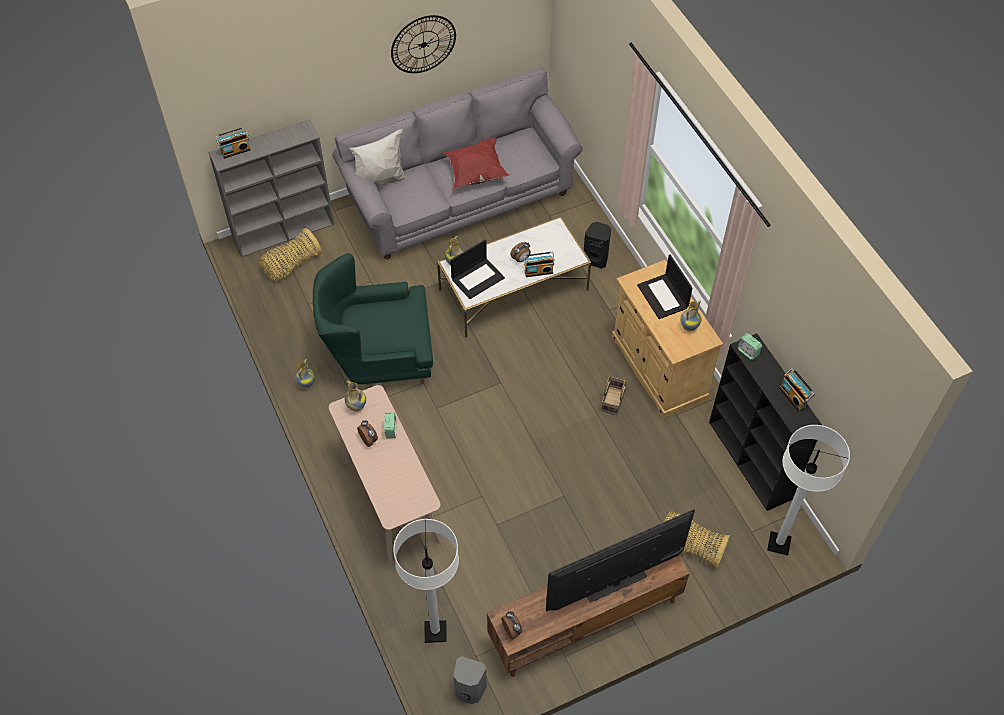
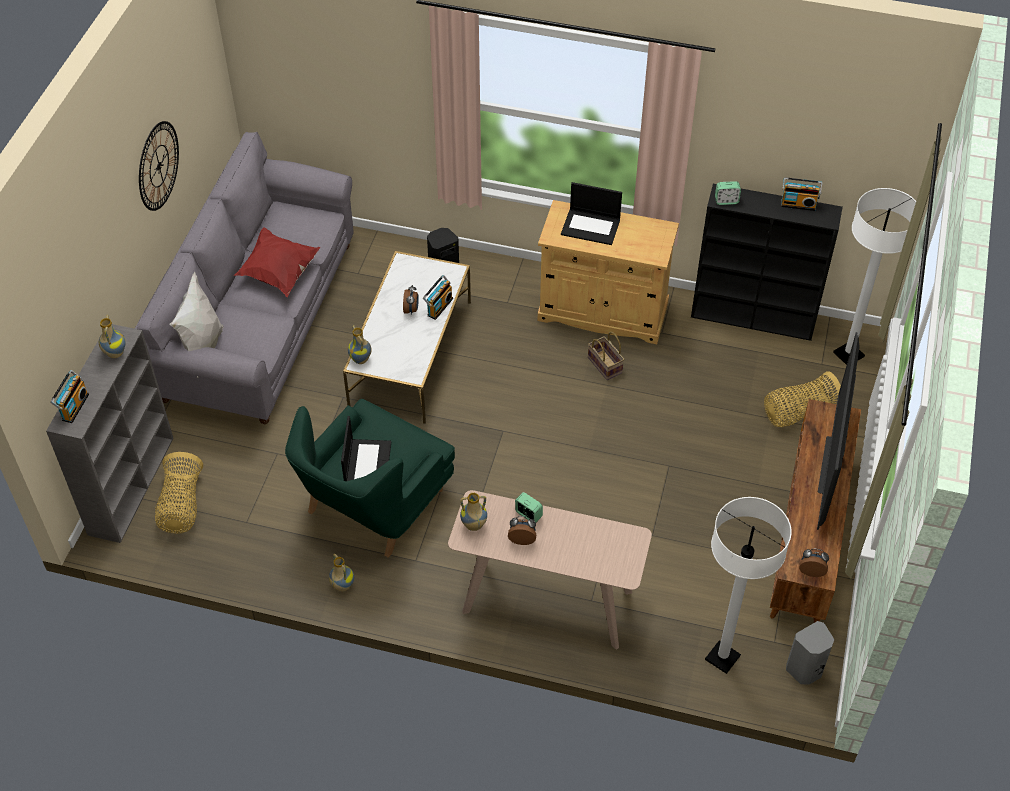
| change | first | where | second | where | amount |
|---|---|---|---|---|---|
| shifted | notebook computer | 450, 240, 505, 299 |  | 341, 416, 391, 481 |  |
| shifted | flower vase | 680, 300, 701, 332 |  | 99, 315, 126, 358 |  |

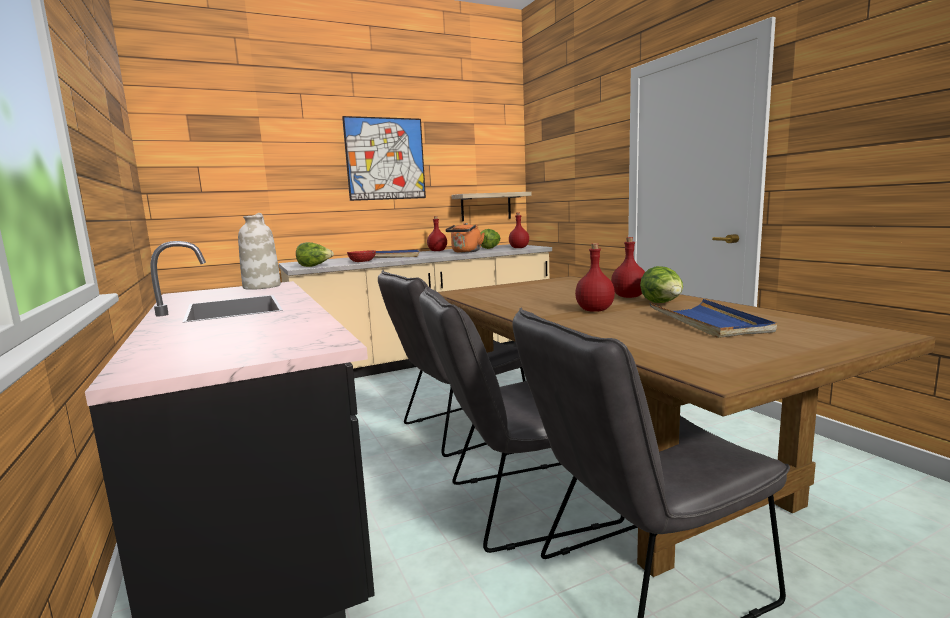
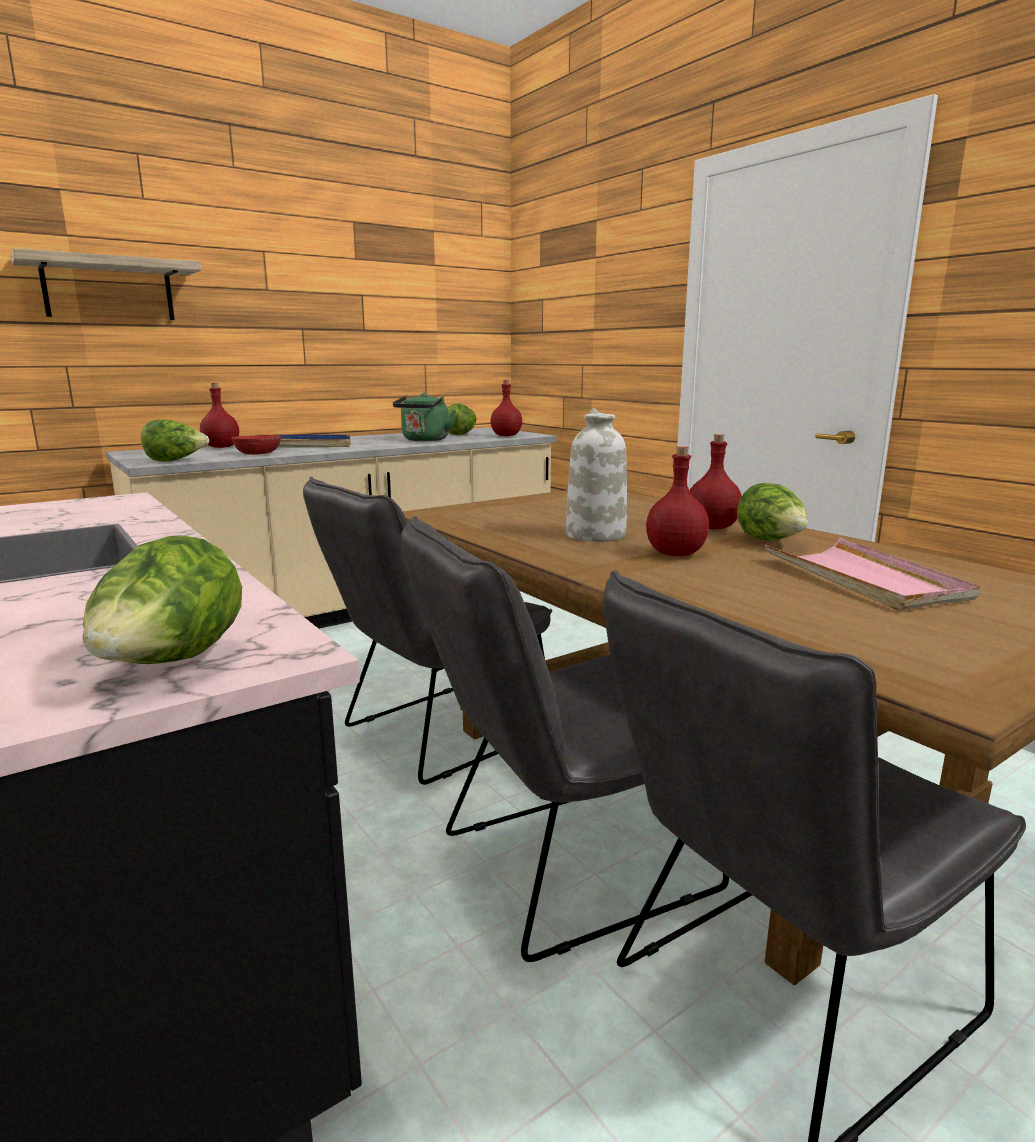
| change | first | where | second | where | amount |
|---|---|---|---|---|---|
| shifted | white-coloured flower vase | 238, 213, 281, 290 |  | 566, 408, 627, 542 |  |
| gone | wall art | 342, 116, 426, 201 |  |  |  |
| shifted | red-coloured drink bottle | 427, 216, 447, 251 |  | 200, 383, 239, 448 |  |
| repainted | orangey tea kettle | 445, 223, 485, 253 | green-coloured tea kettle | 393, 393, 456, 441 |  |
| shifted | shelf | 452, 192, 531, 221 |  | 11, 248, 202, 320 |  |
| repainted | blue carrying tray | 650, 299, 777, 338 | pink carrying tray | 765, 538, 980, 611 |  |
| new |  |  | lettuce head | 83, 536, 242, 664 |  |

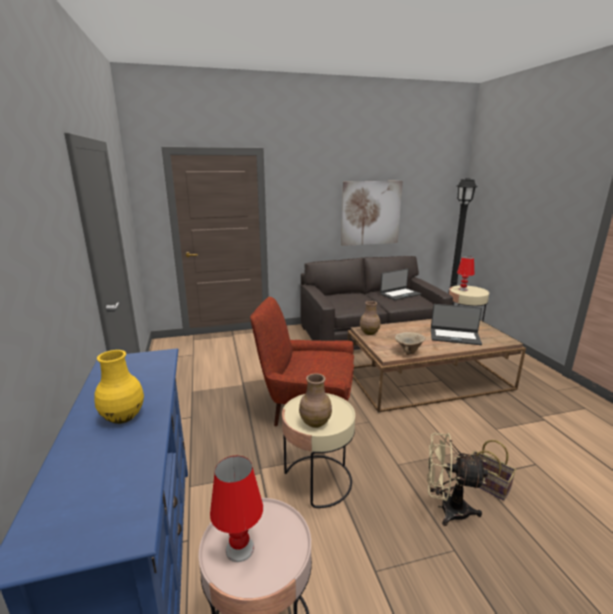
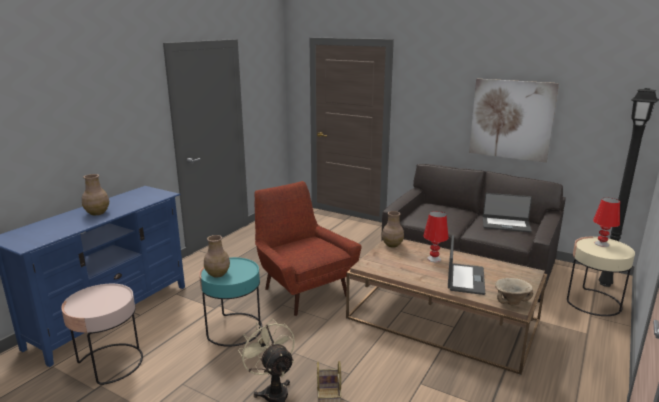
| change | first | where | second | where | amount |
|---|---|---|---|---|---|
| repainted | yellowish flower vase | 94, 350, 144, 424 | brown flower vase | 82, 174, 109, 215 |  |
| shifted | red-coloured table lamp | 210, 456, 263, 562 |  | 424, 211, 449, 262 |  |
| repainted | beige accent table | 282, 393, 355, 508 | blue-green accent table | 199, 257, 262, 347 |  |
| shifted | beige deep dish | 395, 332, 425, 355 |  | 495, 278, 533, 306 |  |
| rotated | notebook computer | 431, 304, 482, 345 |  | 448, 235, 485, 295 | 135 degrees counterclockwise |

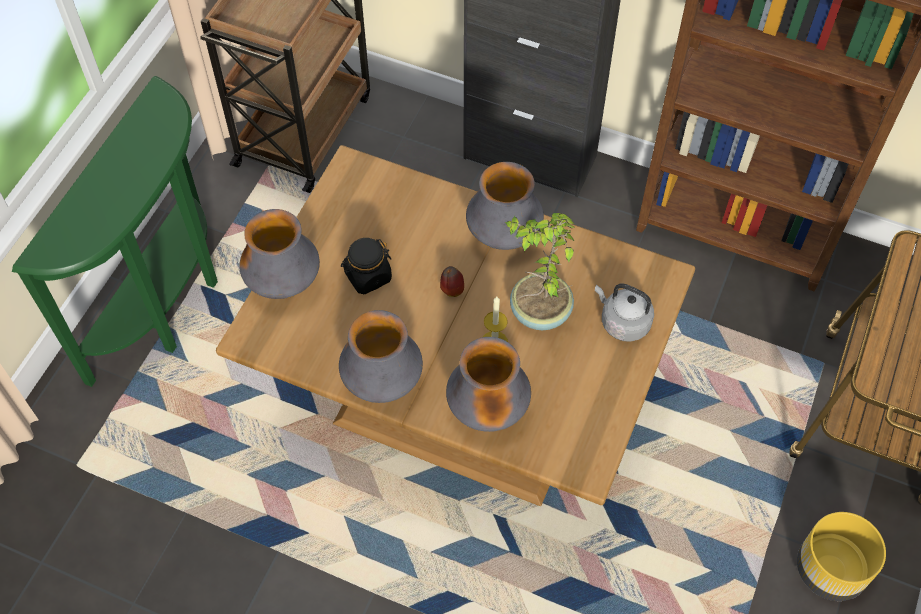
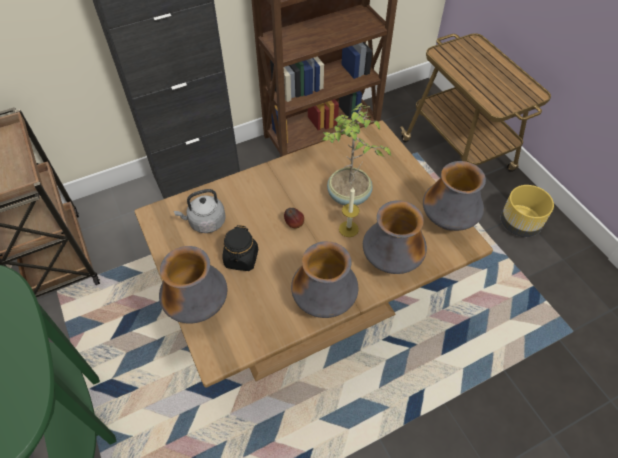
| change | first | where | second | where | amount |
|---|---|---|---|---|---|
| shifted | flower vase | 466, 162, 544, 250 |  | 423, 161, 486, 231 |  |
| shifted | gray tea kettle | 595, 284, 654, 342 |  | 174, 189, 226, 233 |  |

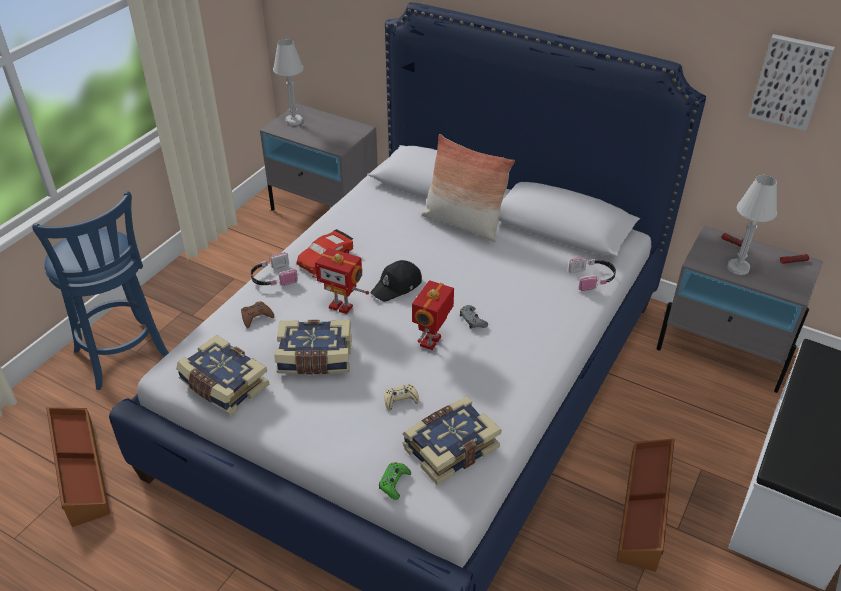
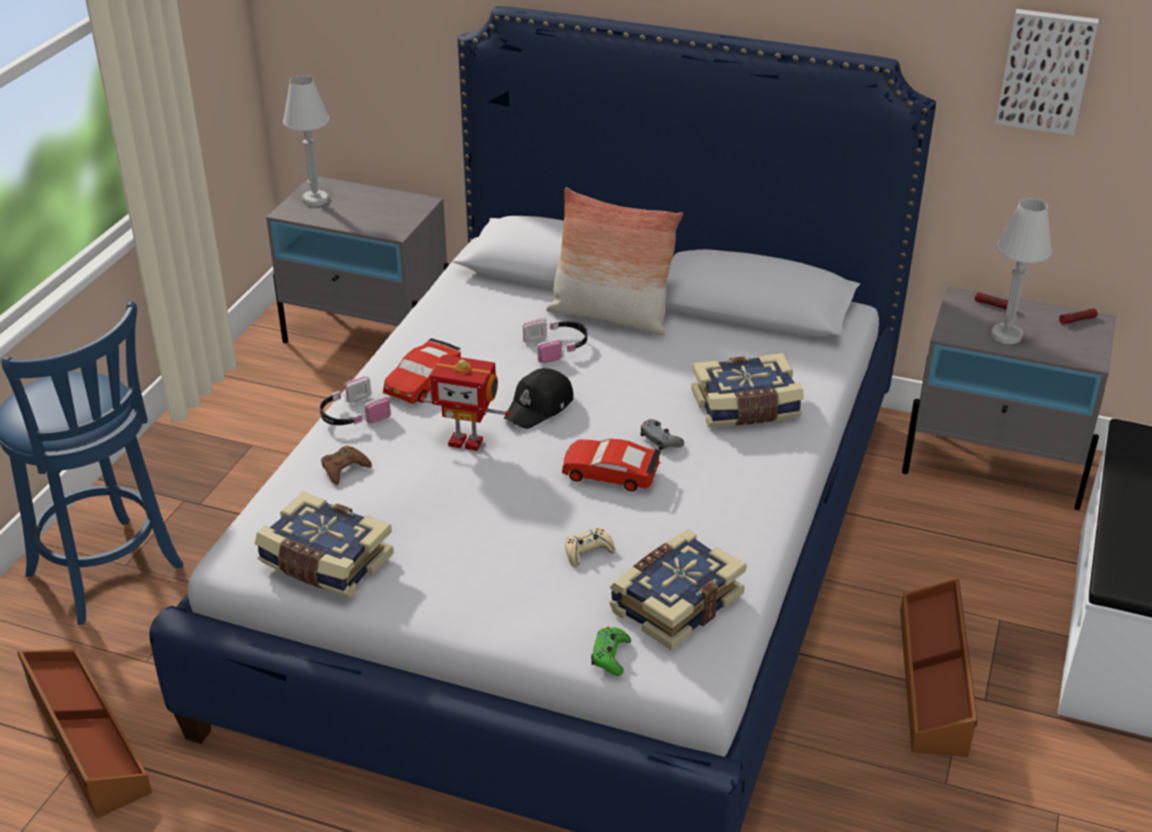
| change | first | where | second | where | amount |
|---|---|---|---|---|---|
| shifted | bound book | 274, 320, 352, 374 |  | 691, 353, 804, 428 |  |
| swapped | model robot | 412, 280, 454, 350 | red-coloured toy car | 562, 439, 661, 491 |  |
| shifted | headset | 568, 257, 616, 291 |  | 523, 318, 587, 363 |  |

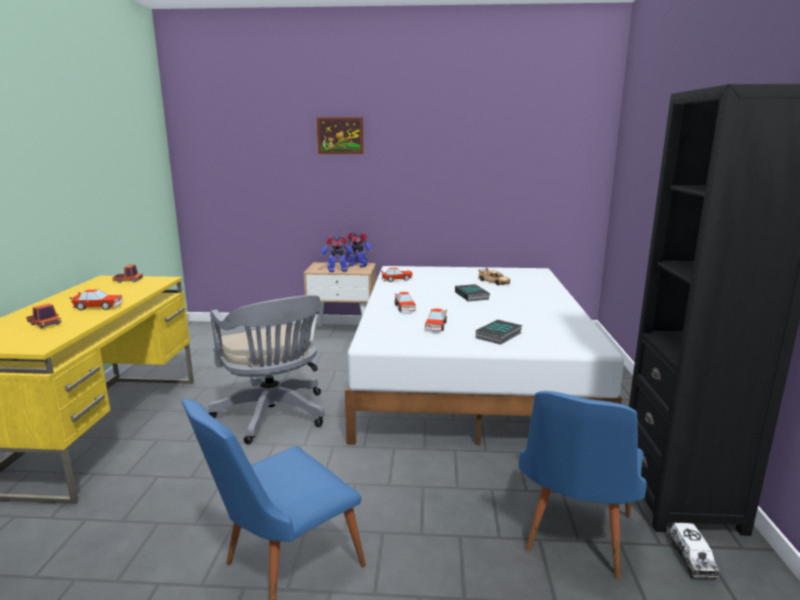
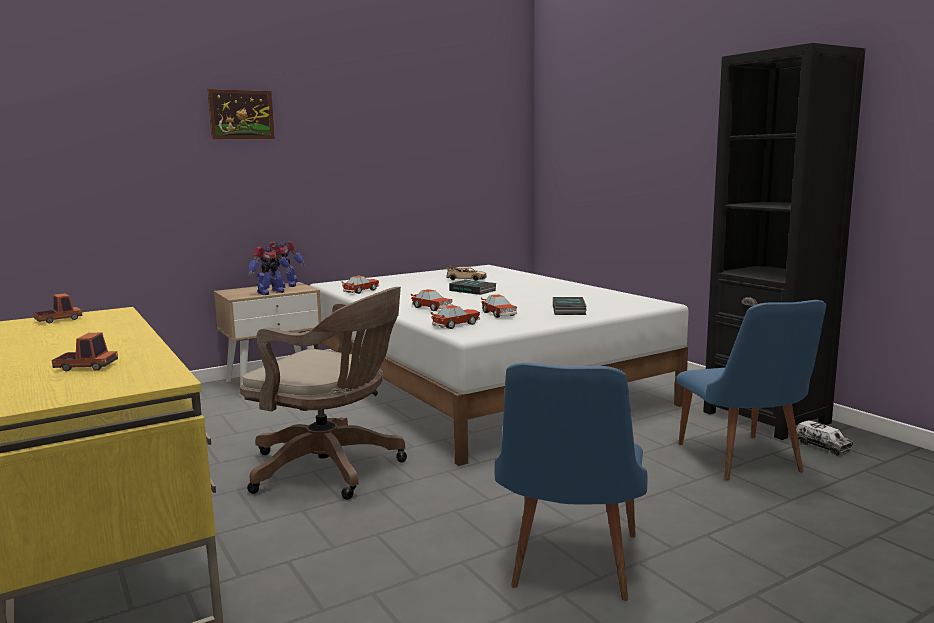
| change | first | where | second | where | amount |
|---|---|---|---|---|---|
| shifted | toy car | 69, 289, 123, 310 |  | 430, 305, 480, 329 |  |
| repainted | gray desk chair | 208, 295, 325, 444 | brown desk chair | 240, 287, 407, 500 |  |

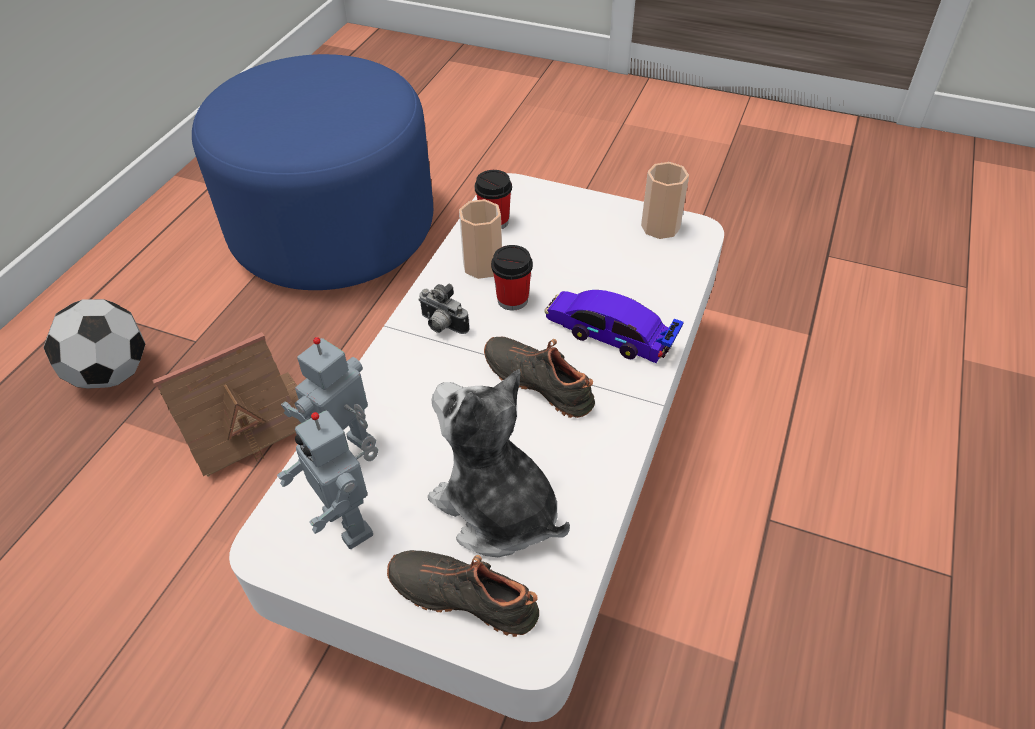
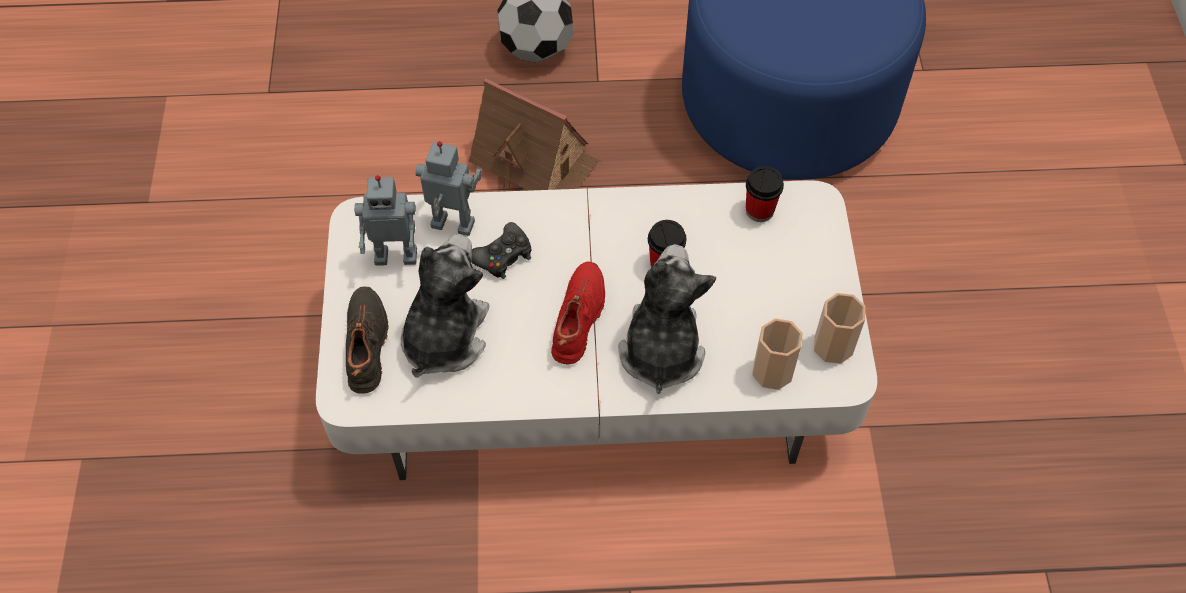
| change | first | where | second | where | amount |
|---|---|---|---|---|---|
| rotated | model robot | 277, 411, 378, 549 |  | 354, 175, 417, 266 | 120 degrees counterclockwise |
| gone | photo camera | 418, 284, 470, 334 |  |  |  |
| shifted | small cup | 459, 199, 502, 279 |  | 752, 318, 803, 390 |  |
| repainted | black shoe | 484, 337, 595, 418 | red-coloured shoe | 551, 262, 605, 365 |  |
| swapped | toy car | 544, 290, 684, 363 | plush toy | 618, 244, 716, 394 |  |
| new |  |  | black gamepad | 471, 222, 531, 279 |  |

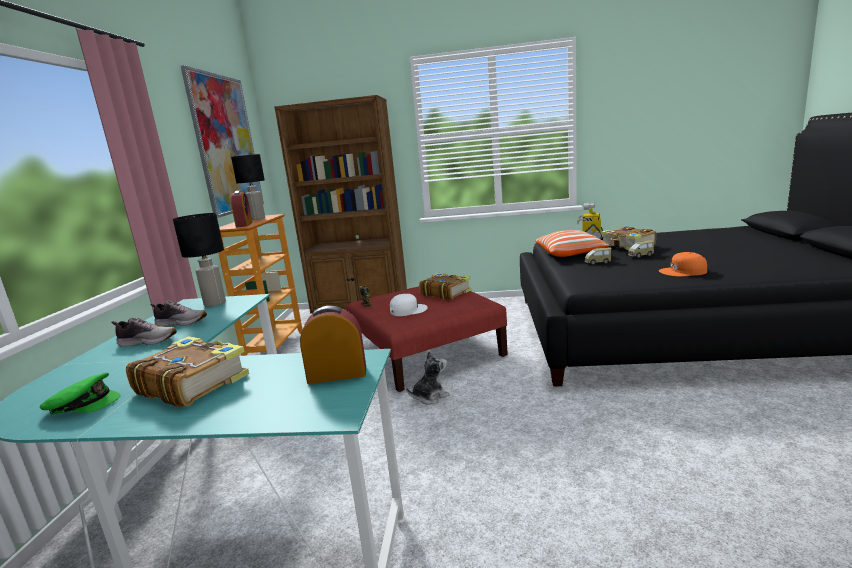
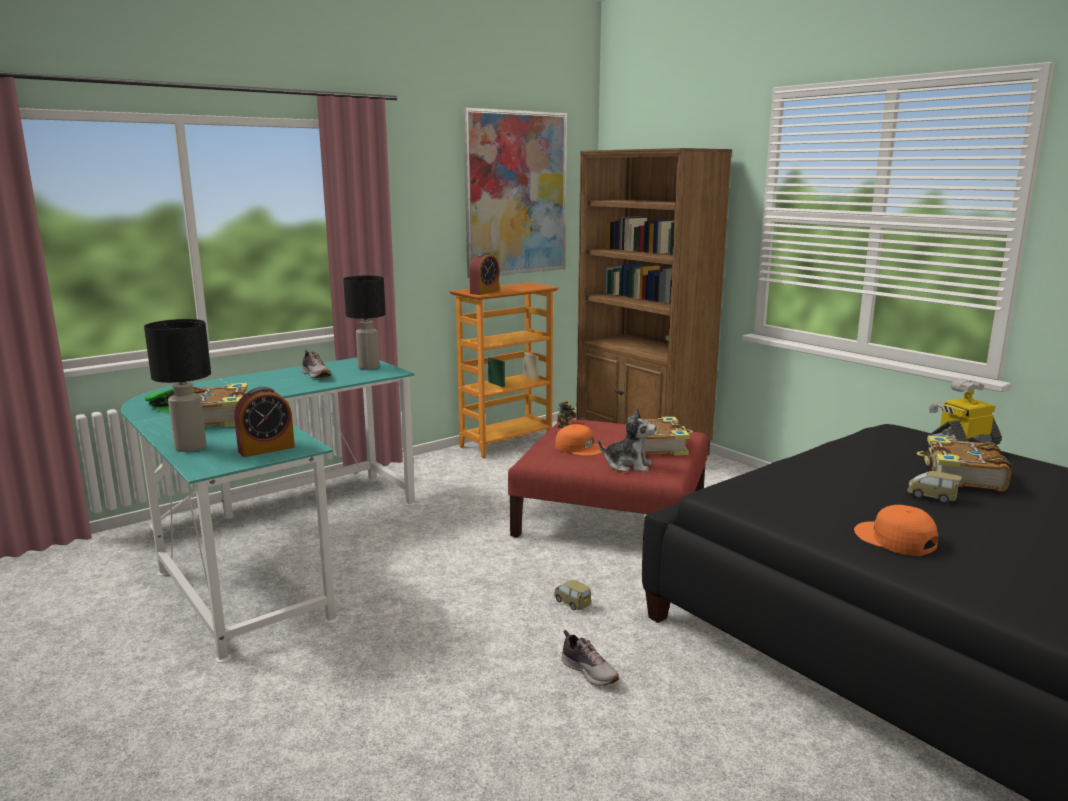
| change | first | where | second | where | amount |
|---|---|---|---|---|---|
| shifted | shoe | 111, 318, 177, 347 |  | 561, 630, 619, 686 |  |
| shifted | black table lamp | 231, 154, 265, 220 |  | 144, 319, 211, 452 |  |
| rotated | alarm clock | 300, 306, 366, 384 |  | 234, 387, 295, 457 | 105 degrees clockwise |
| repainted | white-coloured peaked cap | 390, 294, 428, 316 | orangey peaked cap | 555, 424, 606, 456 |  |
| shifted | plush toy | 406, 351, 450, 405 |  | 598, 408, 656, 472 |  |
| gone | cushion | 535, 230, 610, 257 |  |  |  |
| shifted | toy car | 585, 247, 612, 265 |  | 554, 580, 591, 610 |  |

